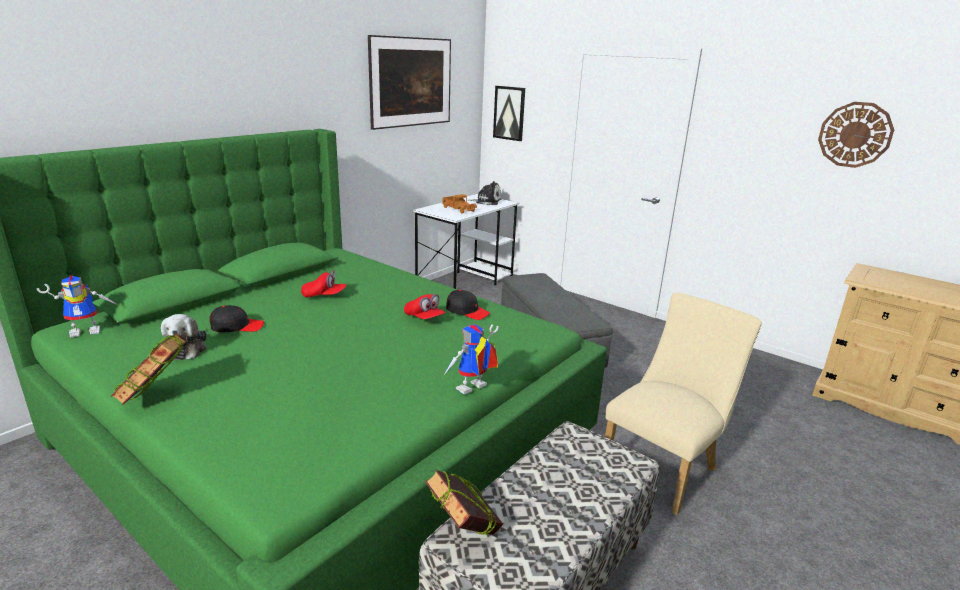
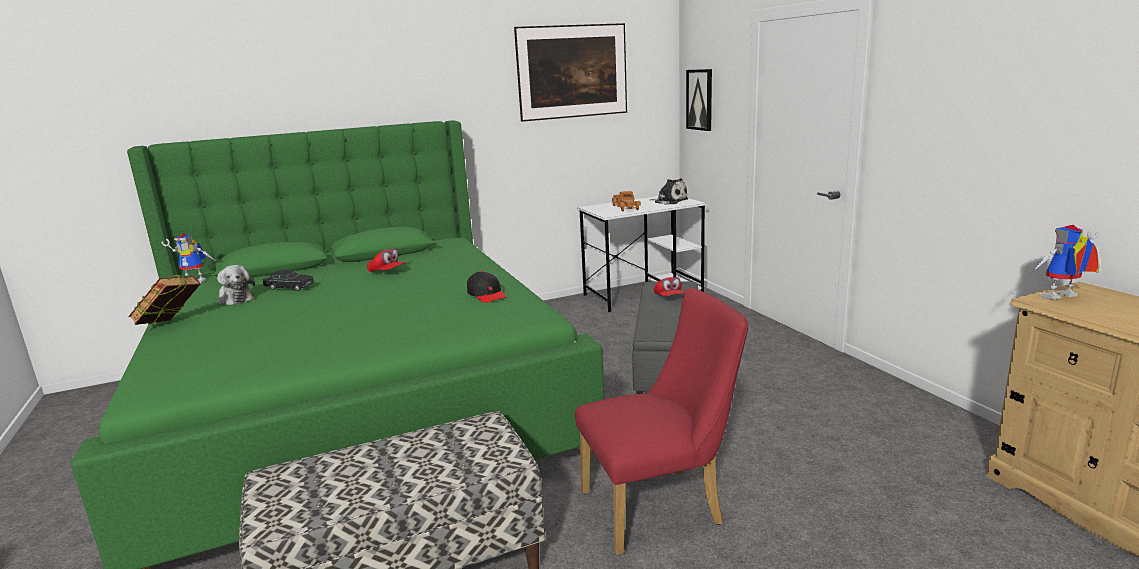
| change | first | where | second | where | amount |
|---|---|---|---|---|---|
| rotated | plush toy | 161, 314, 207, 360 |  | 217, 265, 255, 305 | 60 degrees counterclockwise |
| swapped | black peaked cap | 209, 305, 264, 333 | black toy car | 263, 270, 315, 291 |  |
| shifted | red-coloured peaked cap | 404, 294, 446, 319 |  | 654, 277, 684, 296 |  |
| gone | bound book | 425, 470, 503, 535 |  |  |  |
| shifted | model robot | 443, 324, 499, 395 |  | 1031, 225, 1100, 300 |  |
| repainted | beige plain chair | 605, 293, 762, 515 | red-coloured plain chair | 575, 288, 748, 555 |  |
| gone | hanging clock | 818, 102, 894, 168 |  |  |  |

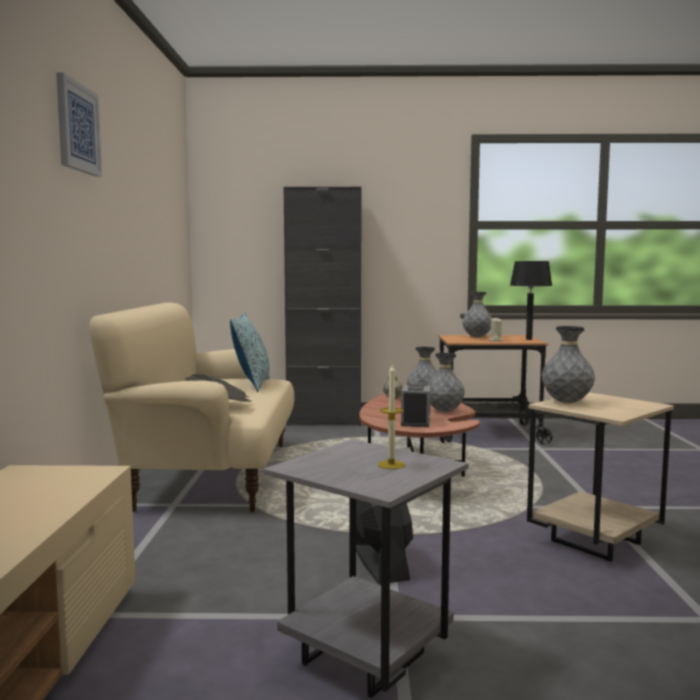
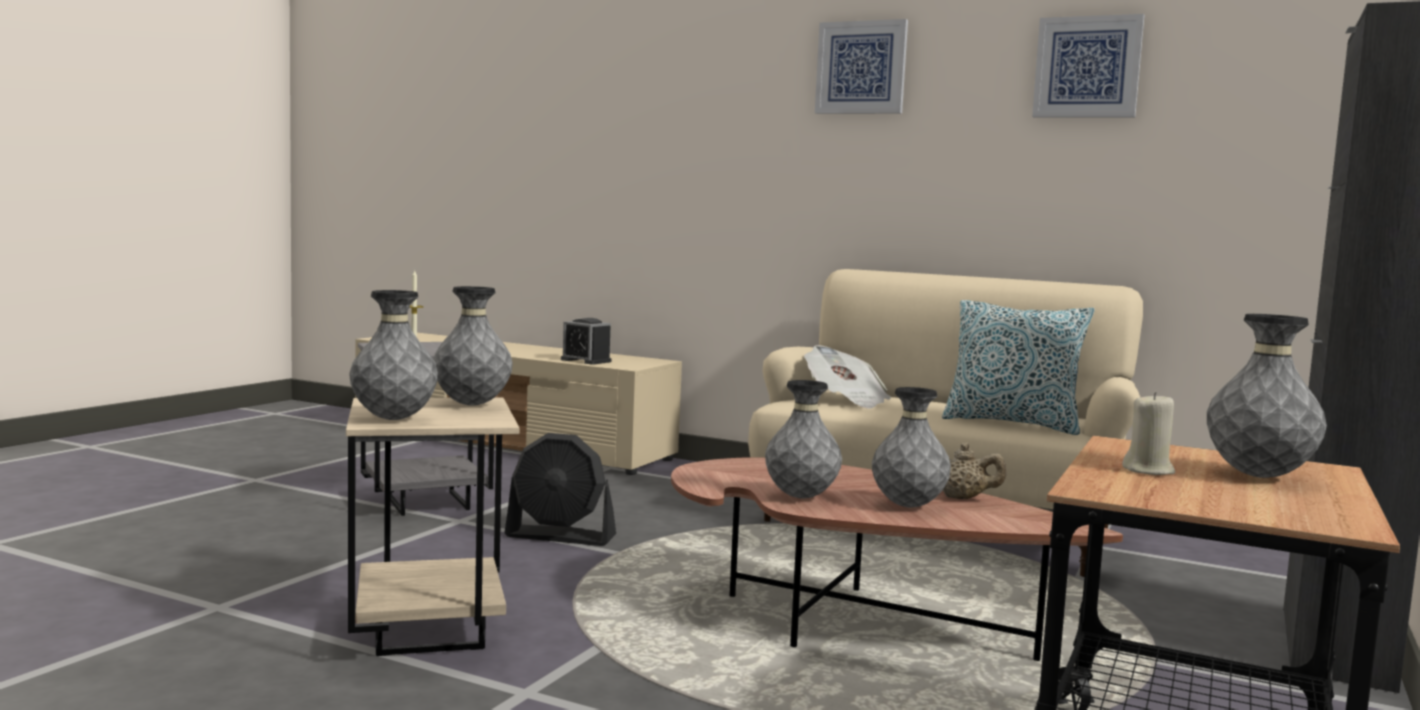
| change | first | where | second | where | amount |
|---|---|---|---|---|---|
| shifted | alarm clock | 401, 384, 431, 427 |  | 561, 318, 612, 365 |  |
| gone | black table lamp | 510, 261, 552, 340 |  |  |  |
| new |  |  | gray flower vase | 349, 290, 438, 420 |  |
| new |  |  | wall art | 1032, 14, 1144, 118 |  |

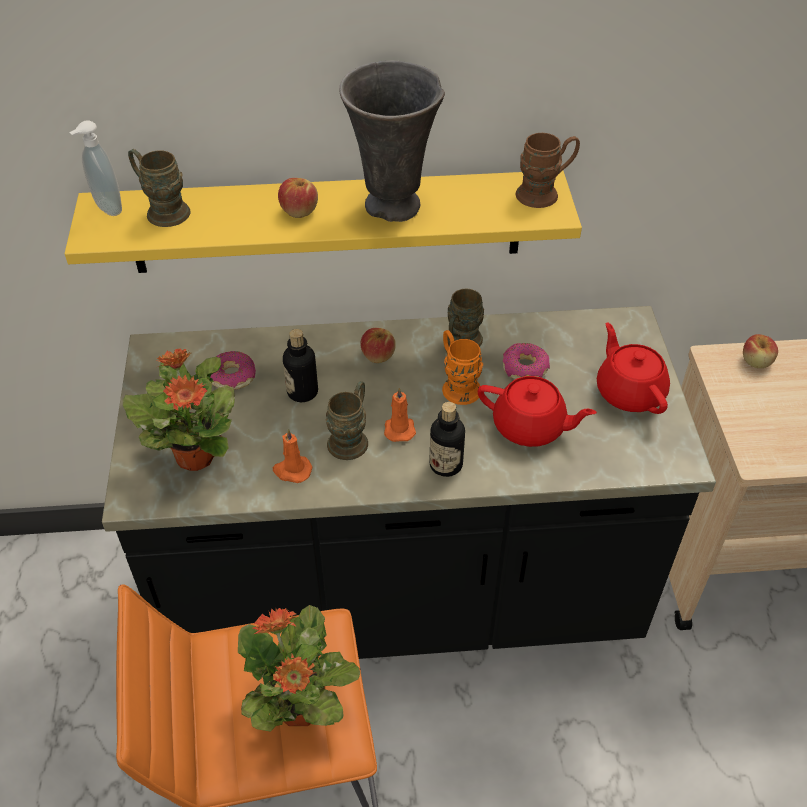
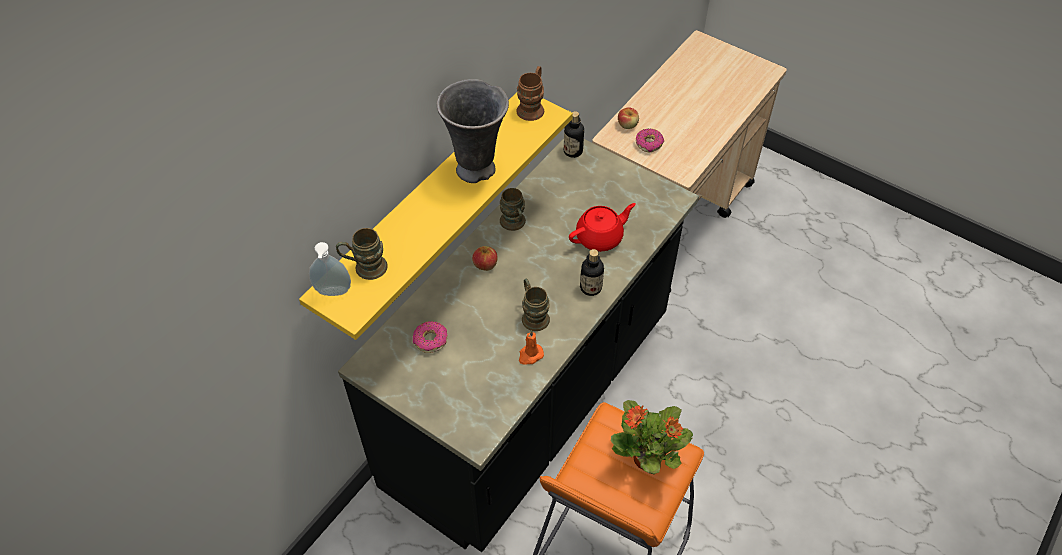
| change | first | where | second | where | amount |
|---|---|---|---|---|---|
| gone | houseplant | 123, 348, 235, 471 |  |  |  |
| gone | apple fruit | 278, 178, 318, 218 |  |  |  |
| shifted | drink bottle | 283, 329, 318, 402 |  | 564, 111, 584, 158 |  |
| gone | orangey wax candle | 384, 387, 416, 442 |  |  |  |
| gone | orangey mug | 442, 330, 483, 405 |  |  |  |
| shifted | doughnut | 503, 343, 550, 379 |  | 636, 129, 664, 152 |  |
| gone | red-coloured pot for tea | 597, 322, 670, 414 |  |  |  |

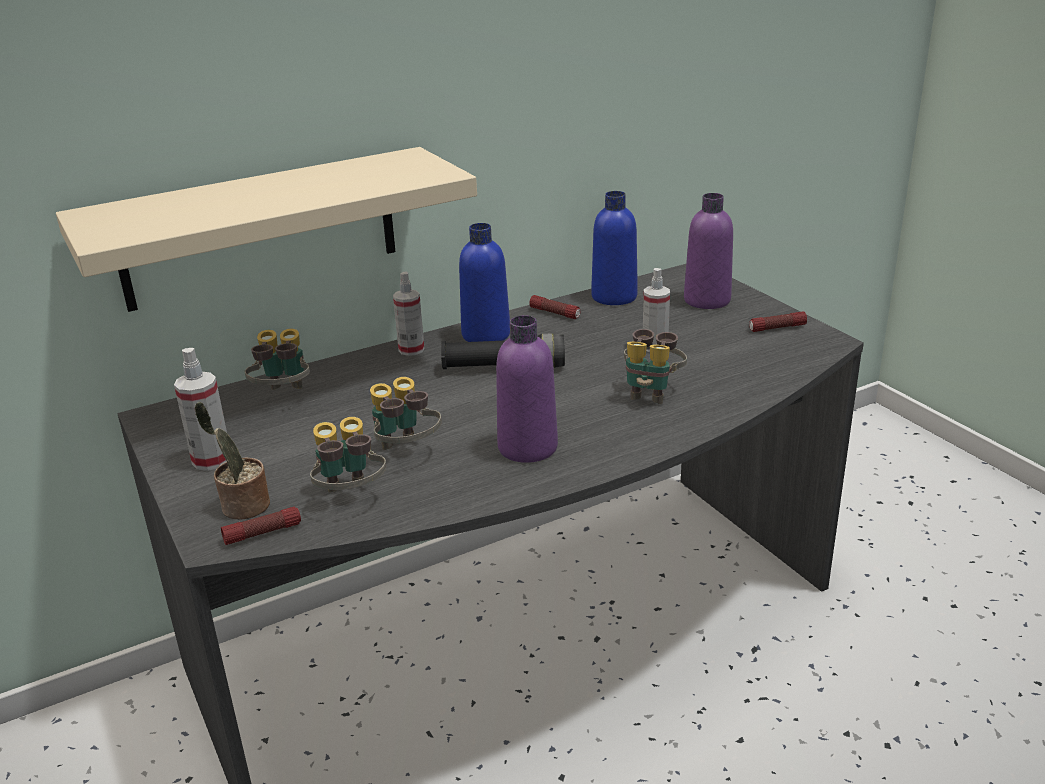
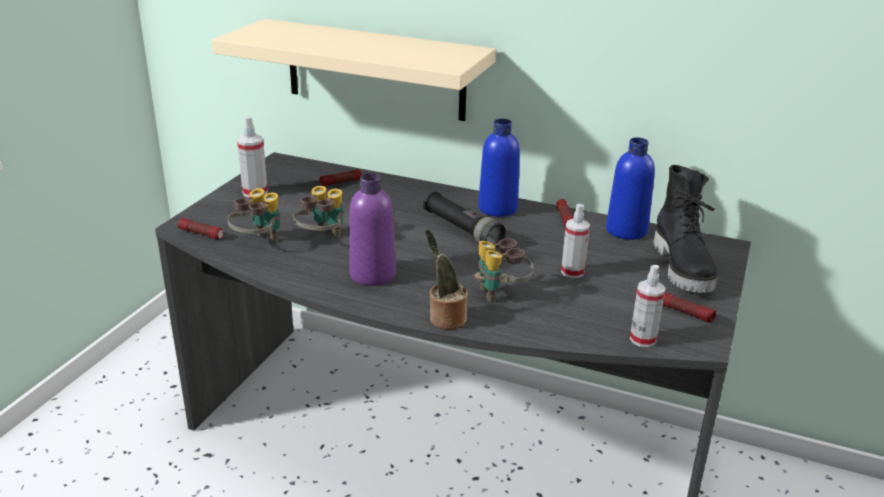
| change | first | where | second | where | amount |
|---|---|---|---|---|---|
| shifted | houseplant | 195, 402, 270, 519 |  | 425, 229, 468, 330 |  |
| swapped | binoculars | 245, 328, 310, 390 | flashlight | 319, 169, 362, 186 |  |
| shifted | spray bottle | 393, 271, 425, 356 |  | 630, 265, 666, 347 |  |
| swapped | purple-coloured drink bottle | 684, 193, 733, 309 | black boot | 653, 165, 718, 293 |  |

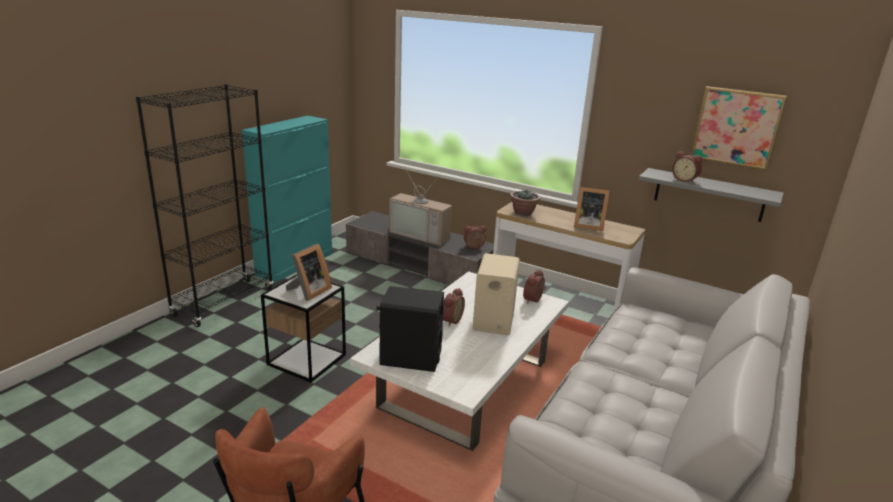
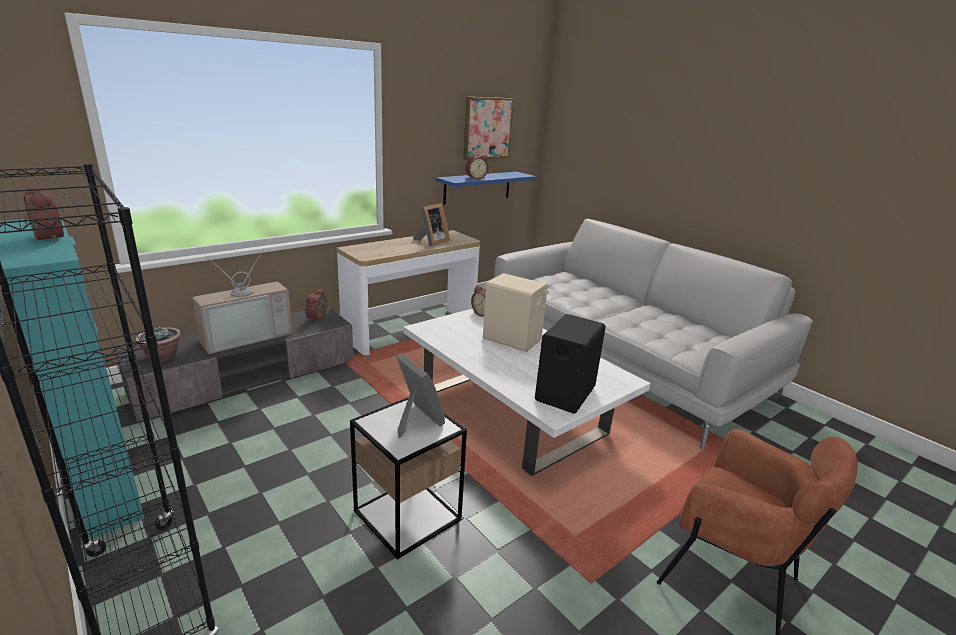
| change | first | where | second | where | amount |
|---|---|---|---|---|---|
| shifted | alarm clock | 443, 288, 465, 326 |  | 23, 186, 64, 242 |  |
| shifted | houseplant | 510, 189, 541, 216 |  | 135, 326, 181, 362 |  |
| repainted | gray shelf | 638, 168, 784, 222 | blue shelf | 436, 172, 536, 205 |  |

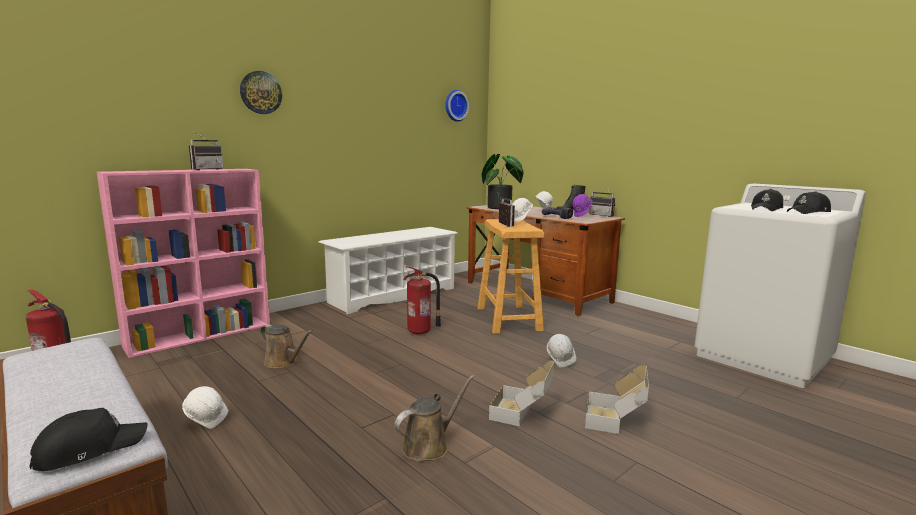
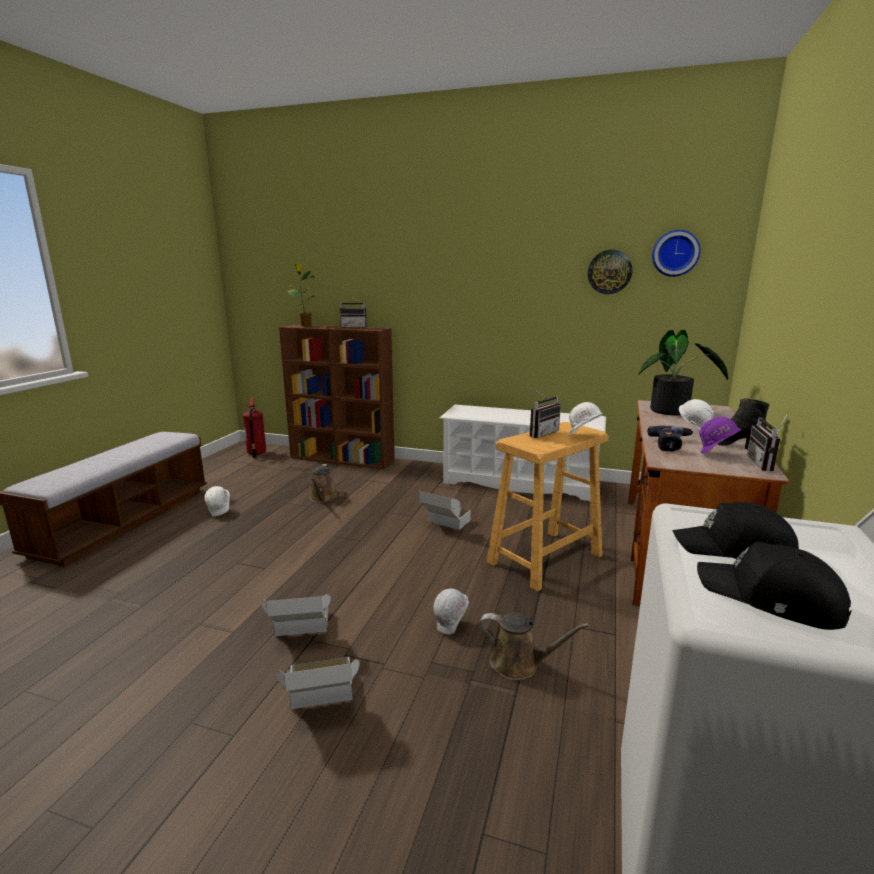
| change | first | where | second | where | amount |
|---|---|---|---|---|---|
| gone | black peaked cap | 30, 408, 148, 471 |  |  |  |
| repainted | pink shelving unit | 97, 169, 270, 358 | brown shelving unit | 279, 324, 395, 469 |  |
| shifted | hanging clock | 240, 71, 282, 114 |  | 588, 250, 632, 294 |  |
| shifted | brown watering can | 394, 375, 474, 462 |  | 478, 612, 589, 680 |  |
| swapped | fire-fighting cylinder | 403, 266, 441, 335 | carton | 419, 490, 471, 530 |  |
| new |  |  | houseplant | 288, 264, 316, 327 |  |

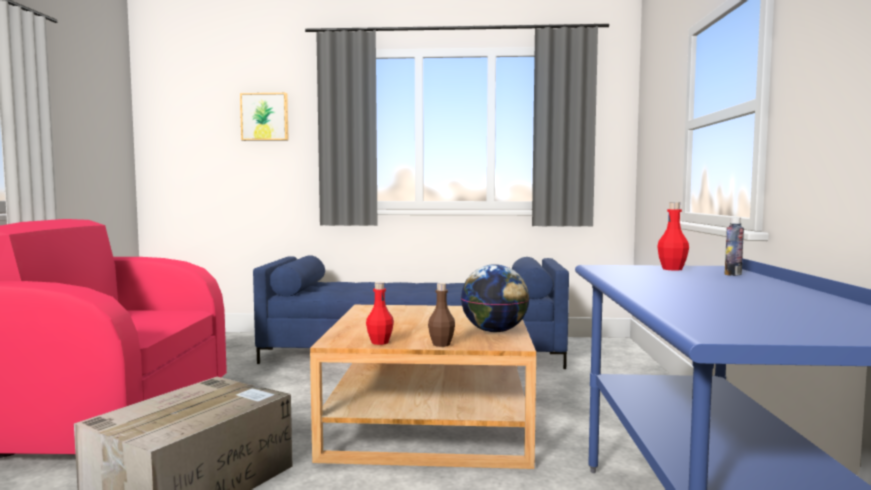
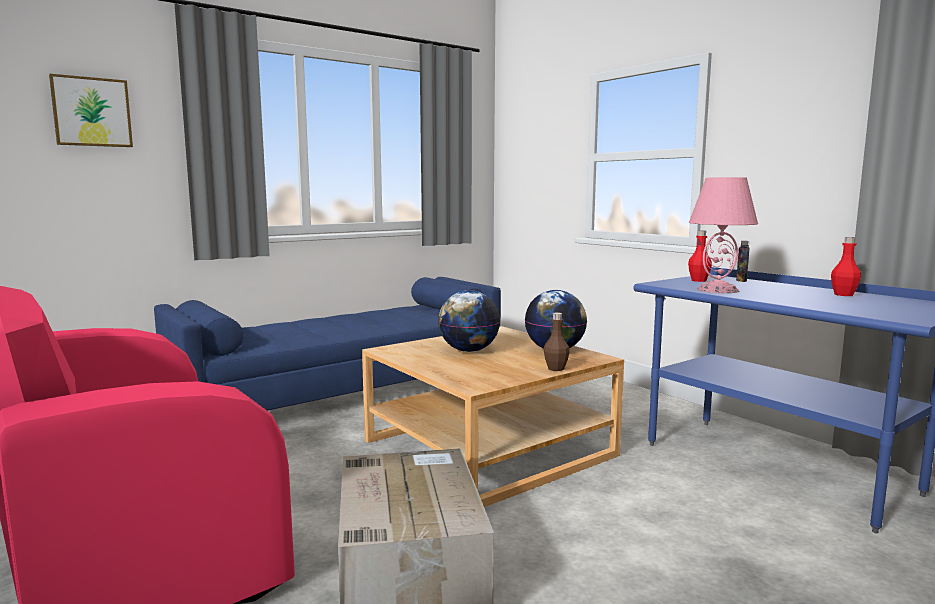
| change | first | where | second | where | amount |
|---|---|---|---|---|---|
| shifted | red-coloured drink bottle | 366, 282, 394, 345 |  | 831, 237, 861, 296 |  |
| new |  |  | globe | 438, 290, 500, 352 |  |
| new |  |  | pink table lamp | 689, 177, 758, 293 |  |

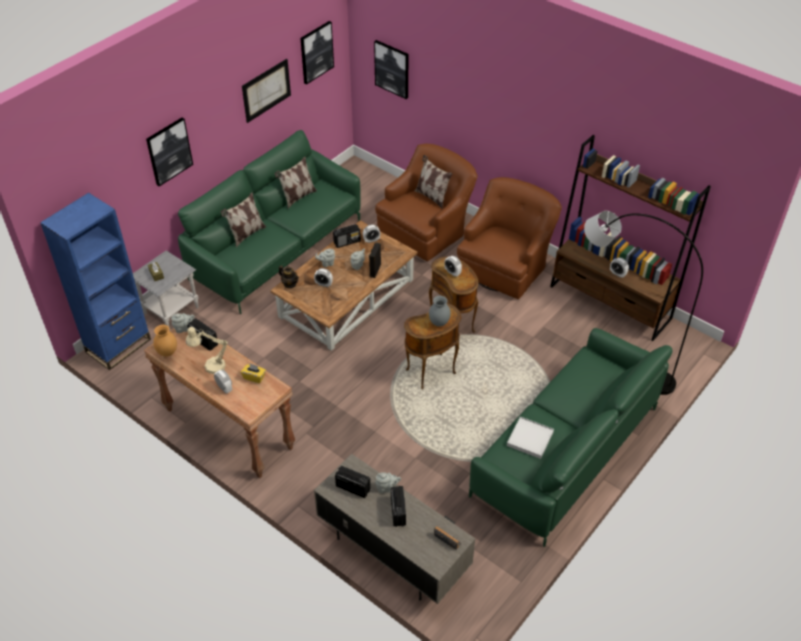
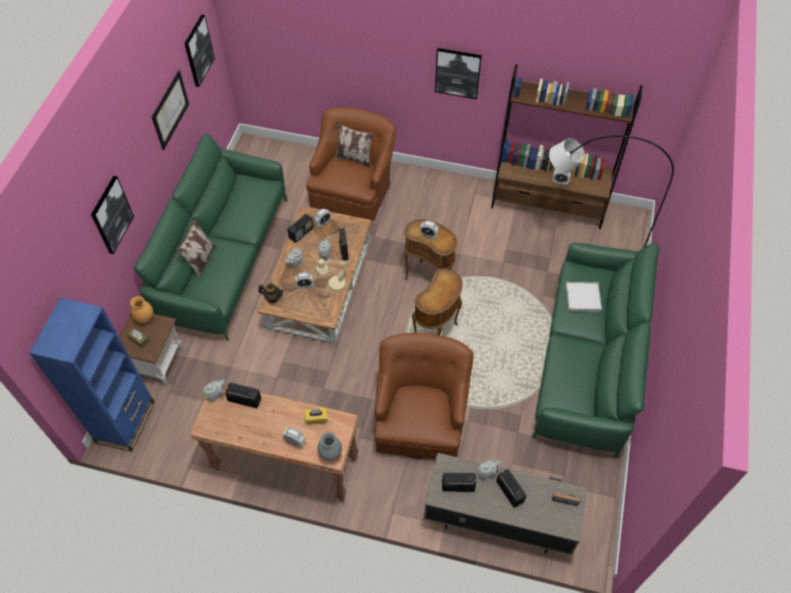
| change | first | where | second | where | amount |
|---|---|---|---|---|---|
| repainted | gray accent table | 133, 250, 199, 330 | brown accent table | 119, 313, 183, 386 |  |
| shifted | brown flower vase | 153, 325, 177, 357 |  | 130, 296, 153, 323 |  |
| shifted | beige table lamp | 186, 327, 228, 374 |  | 315, 258, 349, 292 |  |
| gone | cushion | 275, 157, 317, 208 |  |  |  |
| shifted | wall art | 374, 40, 408, 99 |  | 435, 48, 482, 99 |  |
| shifted | gray flower vase | 429, 296, 451, 327 |  | 317, 432, 342, 461 |  |
| shifted | brown easy chair | 457, 177, 562, 299 |  | 374, 333, 474, 459 |  |
| shifted | white-coloured carrying tray | 507, 416, 554, 459 |  | 566, 282, 602, 312 |  |

